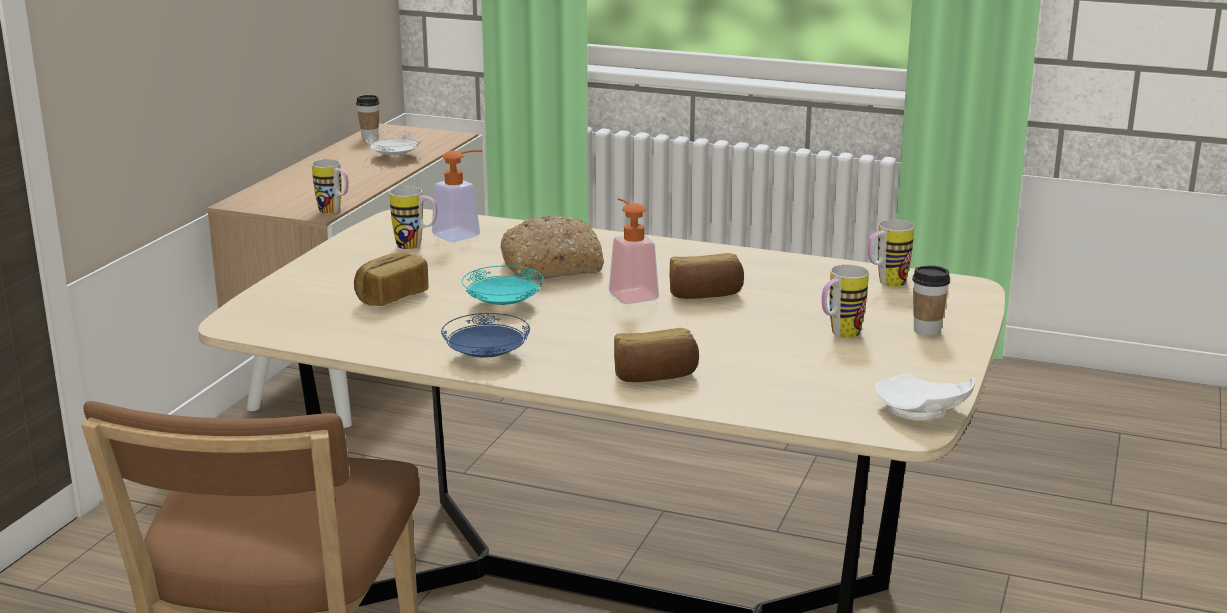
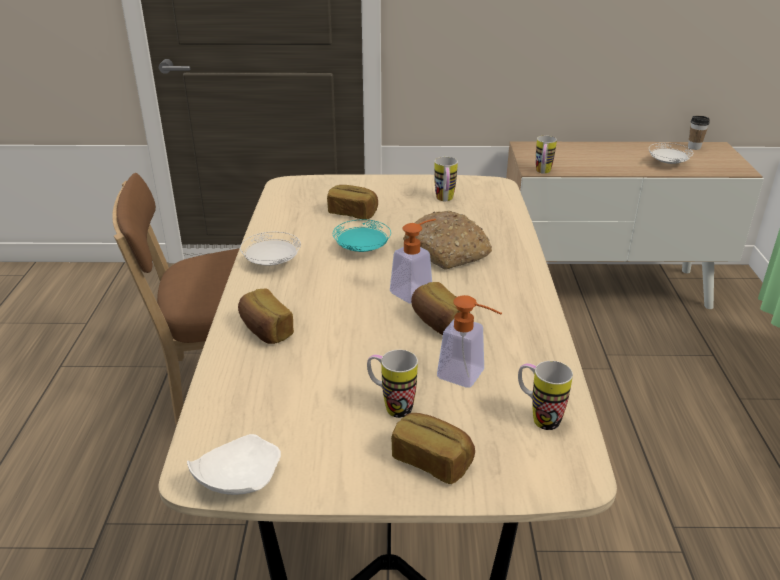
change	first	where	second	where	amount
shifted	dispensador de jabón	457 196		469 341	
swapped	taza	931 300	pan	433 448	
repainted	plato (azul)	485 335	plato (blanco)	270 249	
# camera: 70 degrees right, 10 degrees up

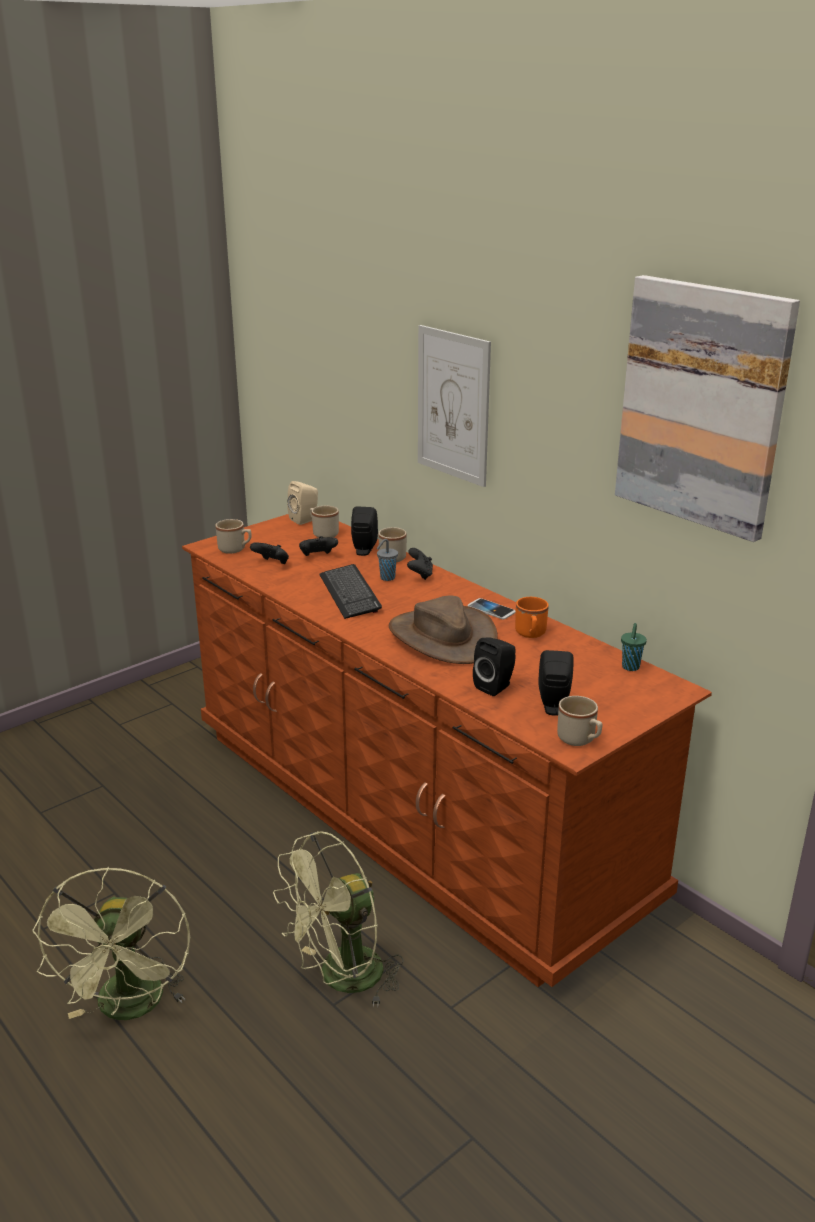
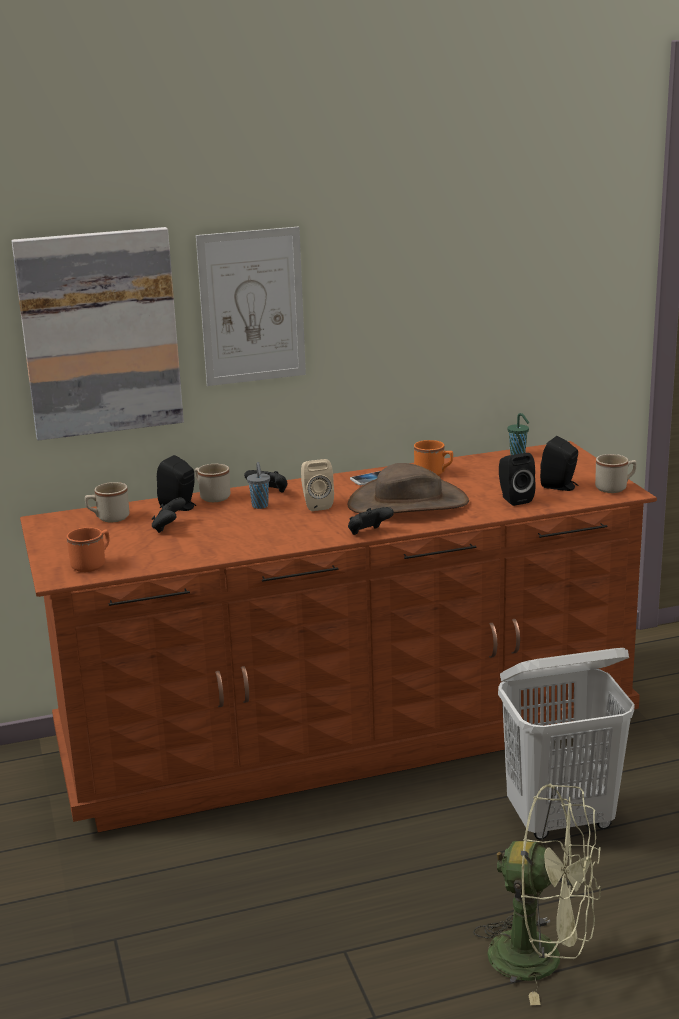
change	first	where	second	where	amount
gone	teclado	351 591			
shifted	mando de consola (negro)	269 553		371 521	
shifted	altavoz (beis)	302 503		317 485	
shifted	cuadro	707 408		97 333	
swapped	ventilador (verde)	338 919	cesto de la ropa (blanco)	566 743	
repainted	taza grande (beis)	233 536	taza grande (naranja)	88 549	
# camera: 65 degrees left, 5 degrees down

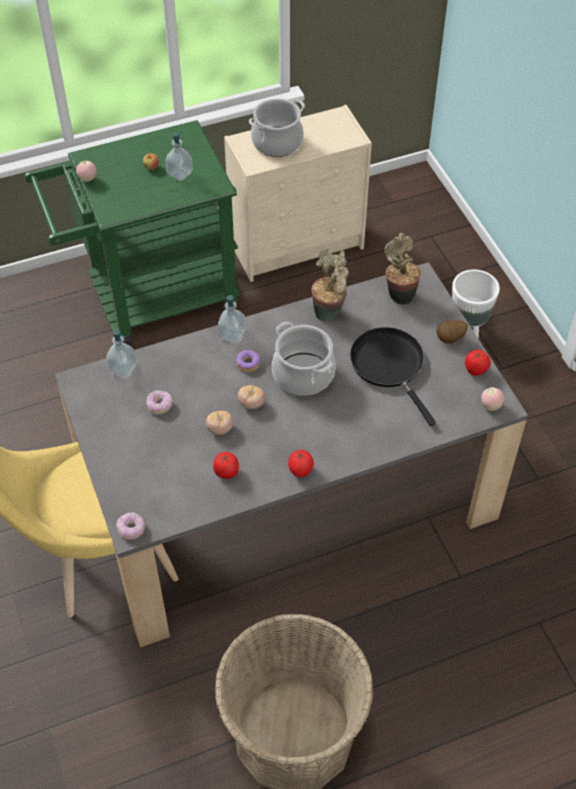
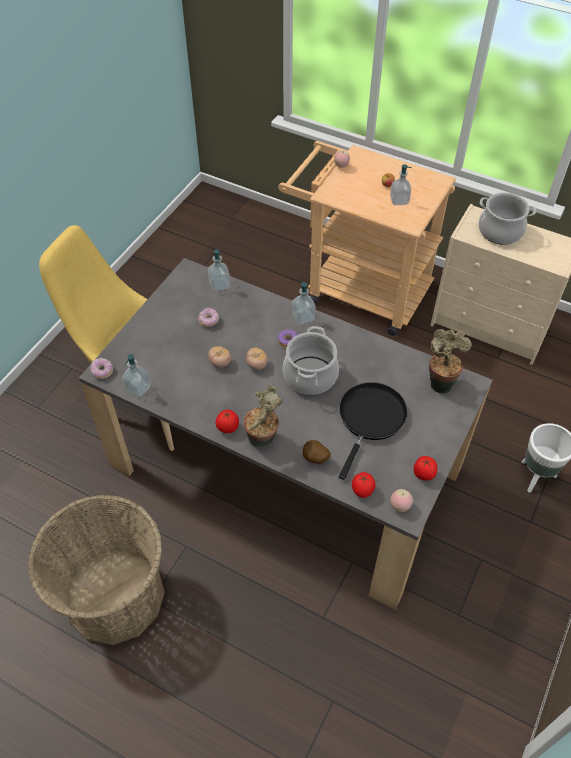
change	first	where	second	where	amount
new			dispensador de jabón	136 375	
shifted	tomate	226 465		364 485	
shifted	planta en maceta	330 285		263 416	
shifted	patata	451 332		317 452	
repainted	carrito (verde)	132 232	carrito (beis)	367 238	
# camera: 50 degrees right, 0 degrees up

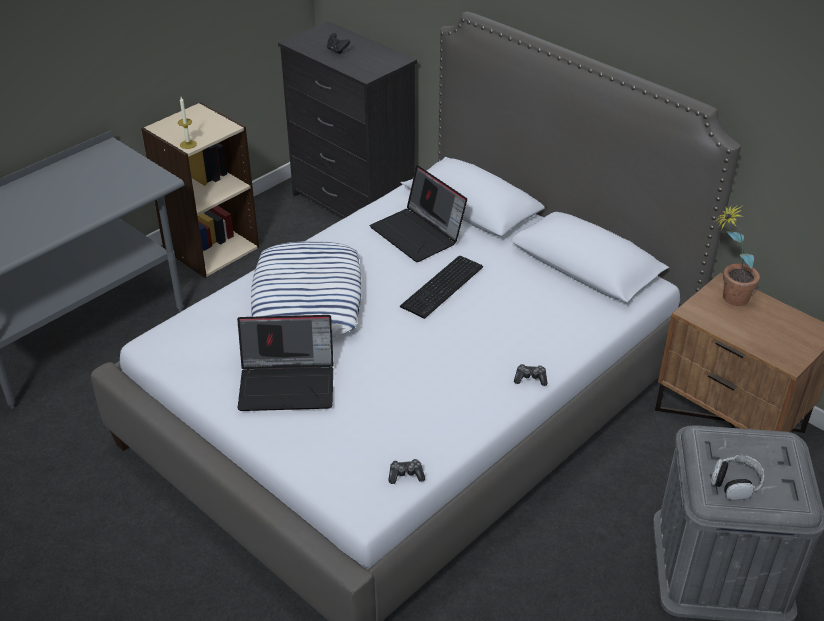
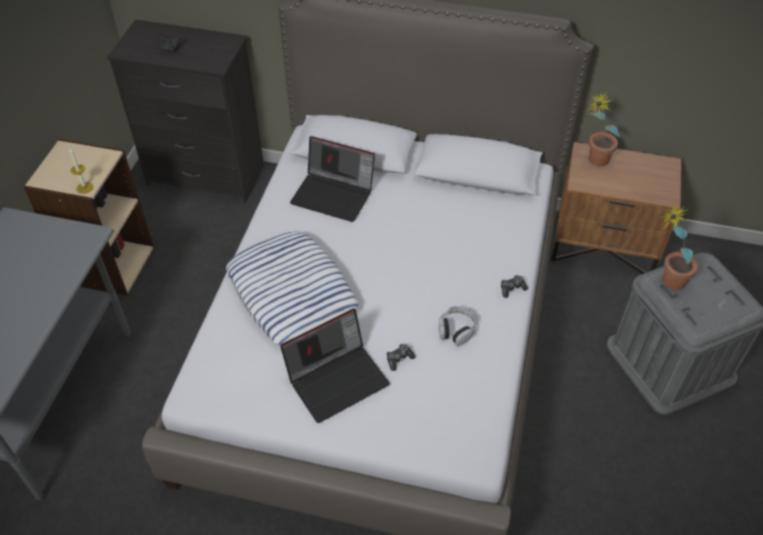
change	first	where	second	where	amount
gone	teclado	441 287			
new			planta en maceta	679 248	
shifted	mando de consola	407 471		401 357	
shifted	auriculares	737 477		457 326	
# camera: 30 degrees left, 10 degrees up

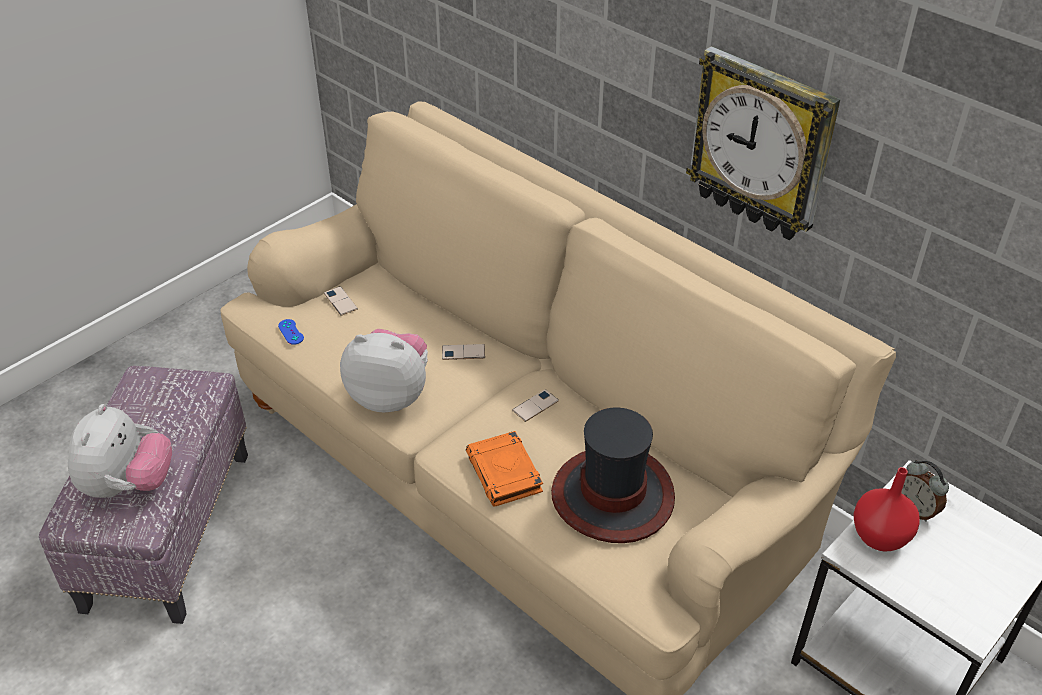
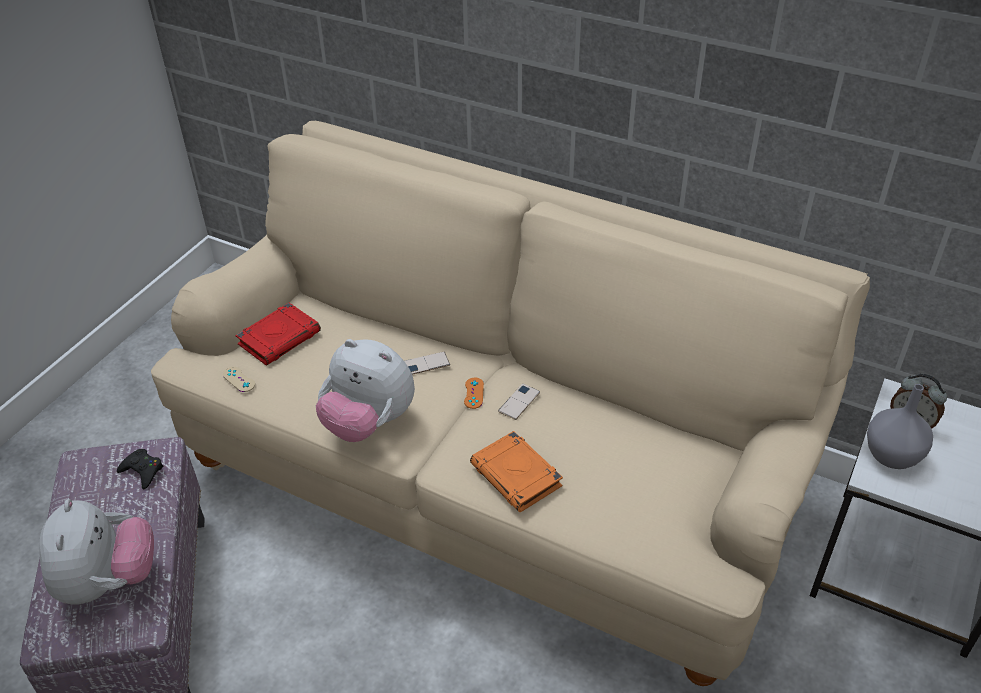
change	first	where	second	where	amount
gone	sombrero	613 475			
gone	reloj de pared	763 143			
new			mando de consola (negro)	140 469	
new			mando de consola (naranja)	474 393	
swapped	móvil	341 301	libro (rojo)	278 334	
repainted	mando de consola (azul)	291 332	mando de consola (beis)	239 379	
repainted	florero (rojo)	887 509	florero (gris)	900 426	
rotated	peluche	384 370		365 390	150 degrees counterclockwise
# camera: 15 degrees left, 0 degrees up

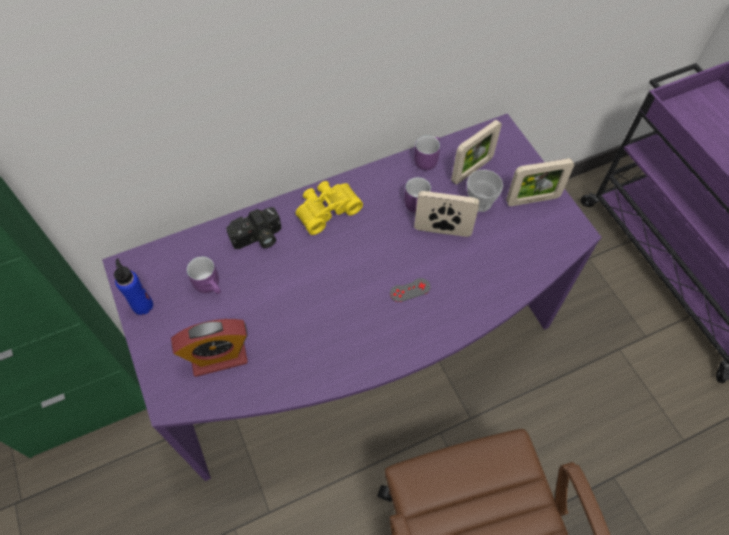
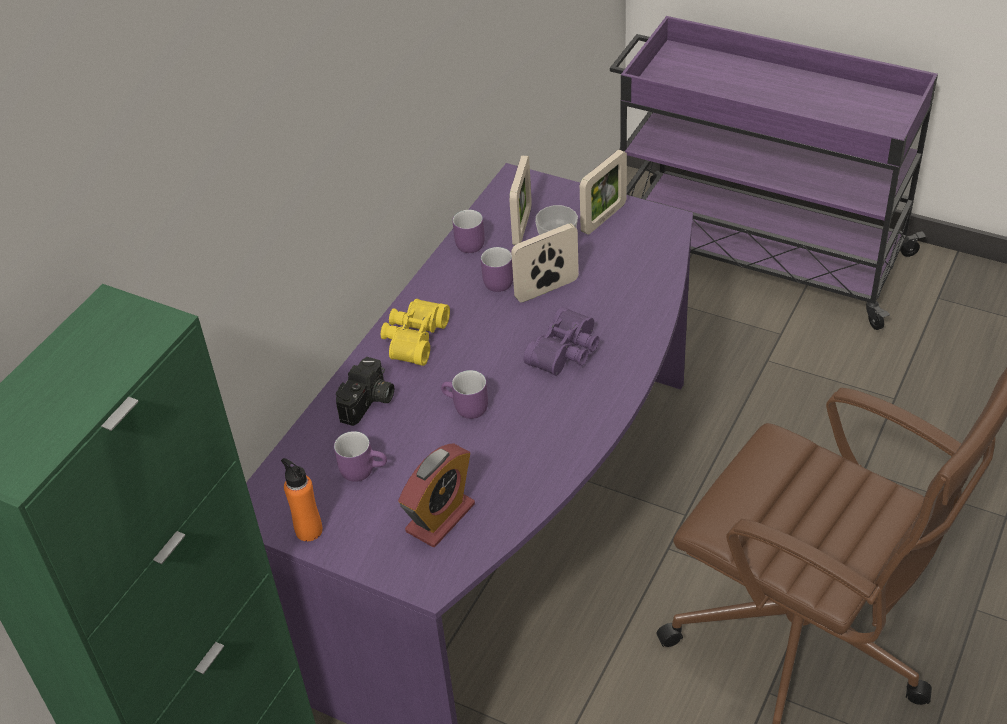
change	first	where	second	where	amount
new			taza grande (morado)	464 394	
swapped	mando de consola (gris)	410 290	prismáticos (morado)	561 341	
repainted	botella (azul)	133 287	botella (naranja)	302 499	
# camera: 35 degrees left, 15 degrees down

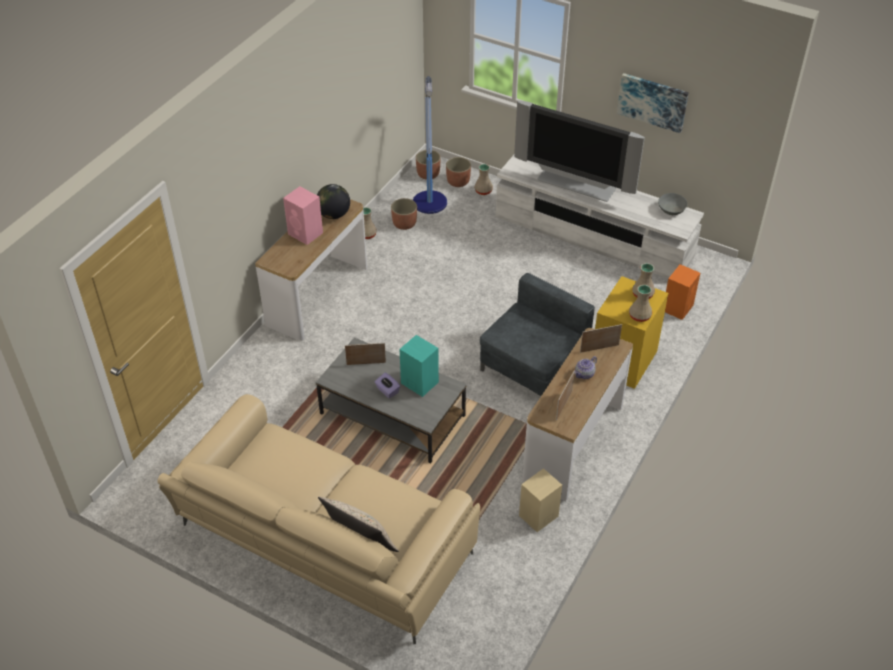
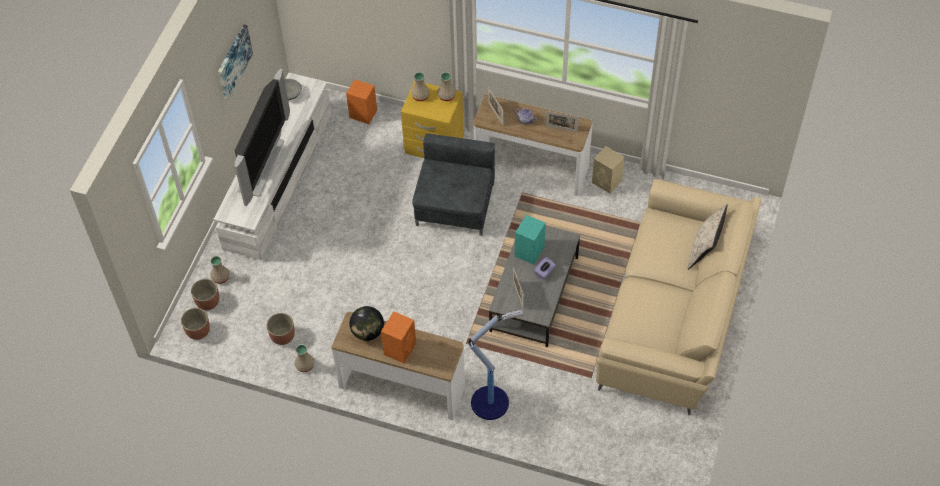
change	first	where	second	where	amount
shifted	lámpara de pie	430 145		496 364	
repainted	altavoz (rosa)	303 215	altavoz (naranja)	398 337	
rotated	sillón (gris)	537 334		453 184	75 degrees clockwise
# camera: 100 degrees left, 10 degrees up

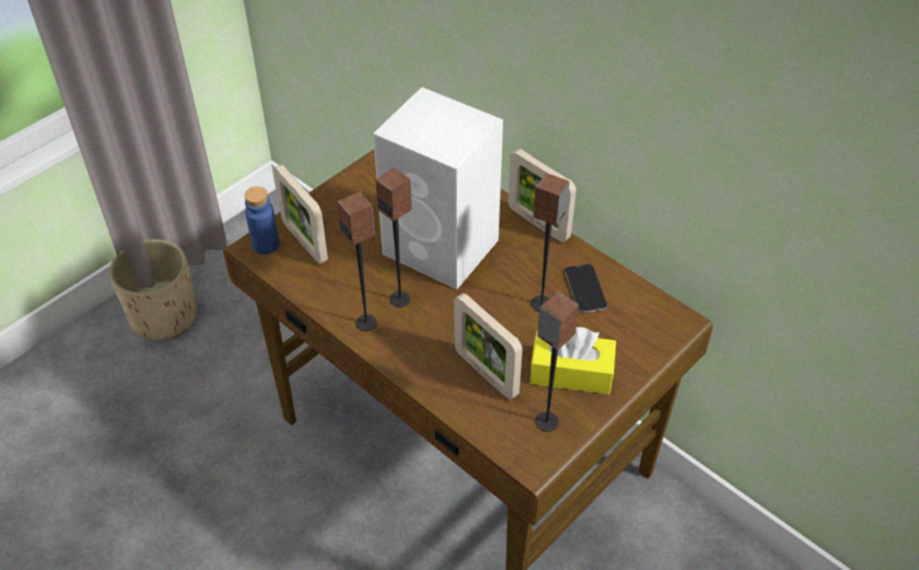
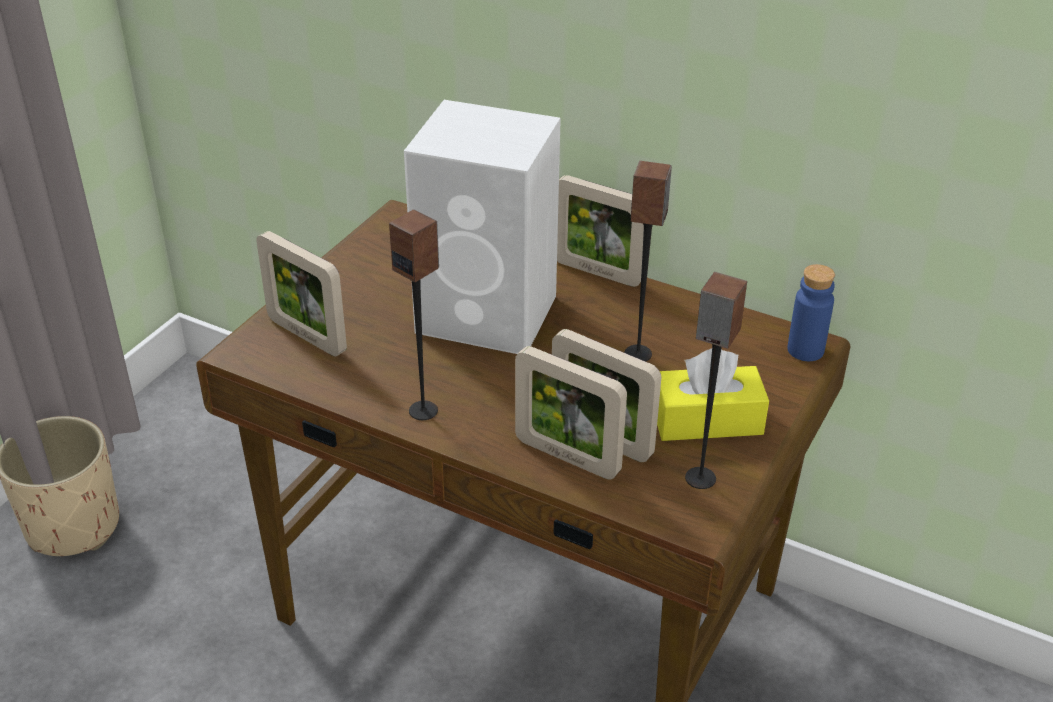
change	first	where	second	where	amount
gone	altavoz	393 237			
gone	móvil	586 288			
new			portarretratos	571 412	
shifted	botella (azul)	261 220		811 312	
# camera: 15 degrees left, 10 degrees down

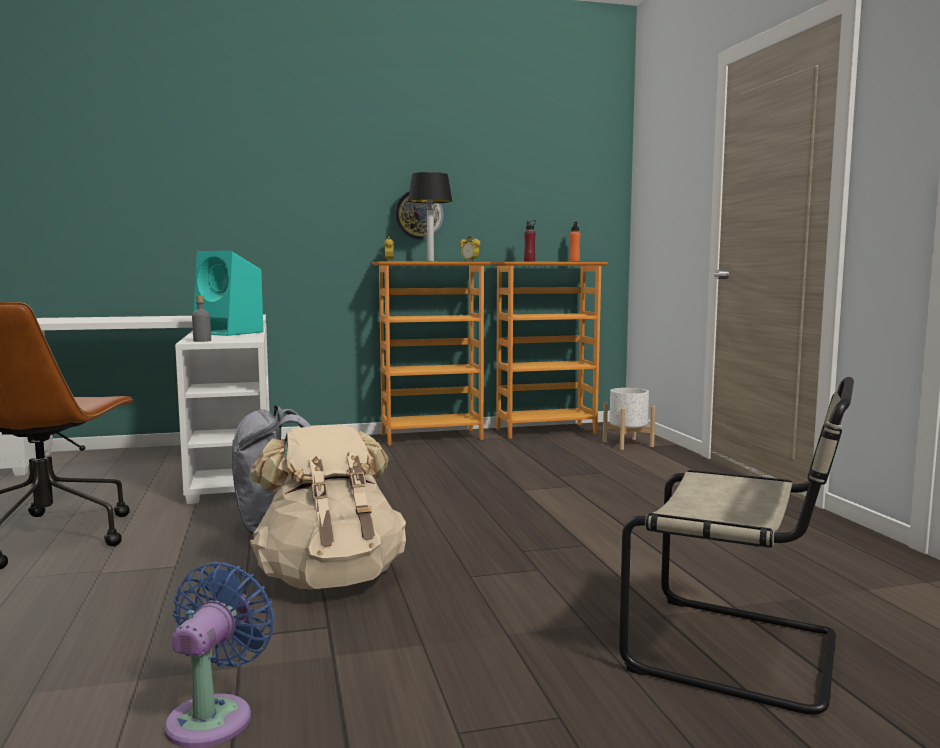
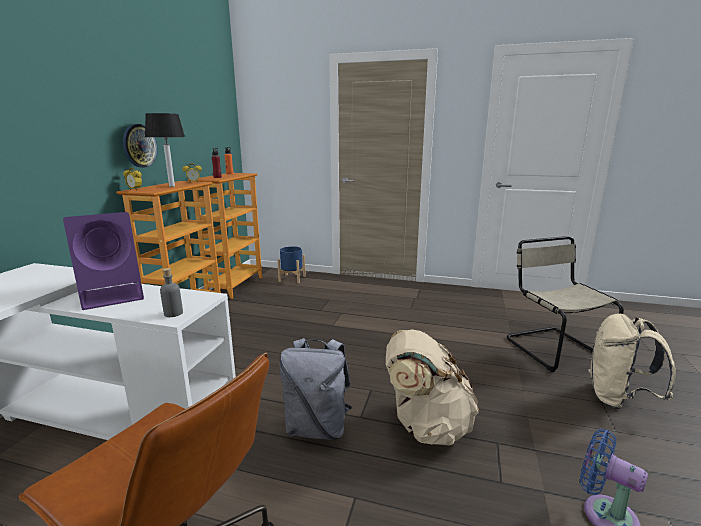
change	first	where	second	where	amount
new			mochila (beis)	632 361	
repainted	altavoz (turquesa)	229 293	altavoz (morado)	103 261	
repainted	maceta (blanco)	629 419	maceta (azul)	291 264	
rotated	silla (beis)	736 546		565 304	75 degrees counterclockwise
# camera: 60 degrees left, 10 degrees up

